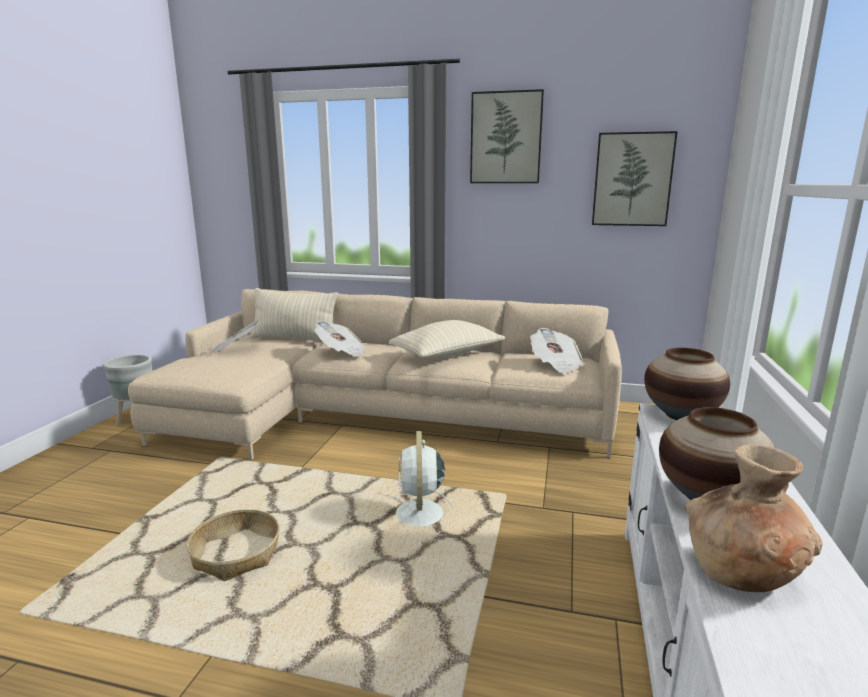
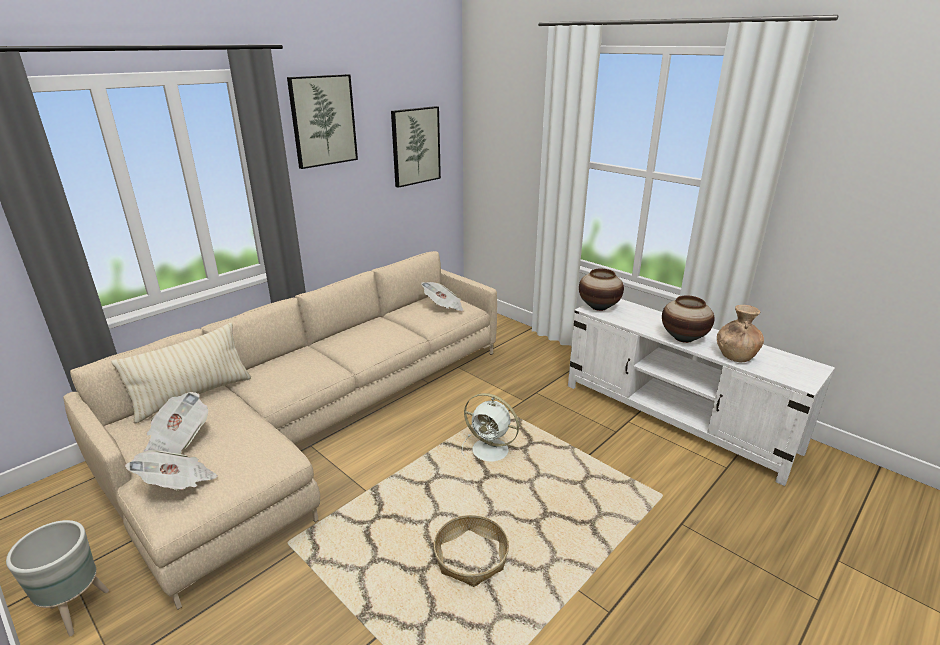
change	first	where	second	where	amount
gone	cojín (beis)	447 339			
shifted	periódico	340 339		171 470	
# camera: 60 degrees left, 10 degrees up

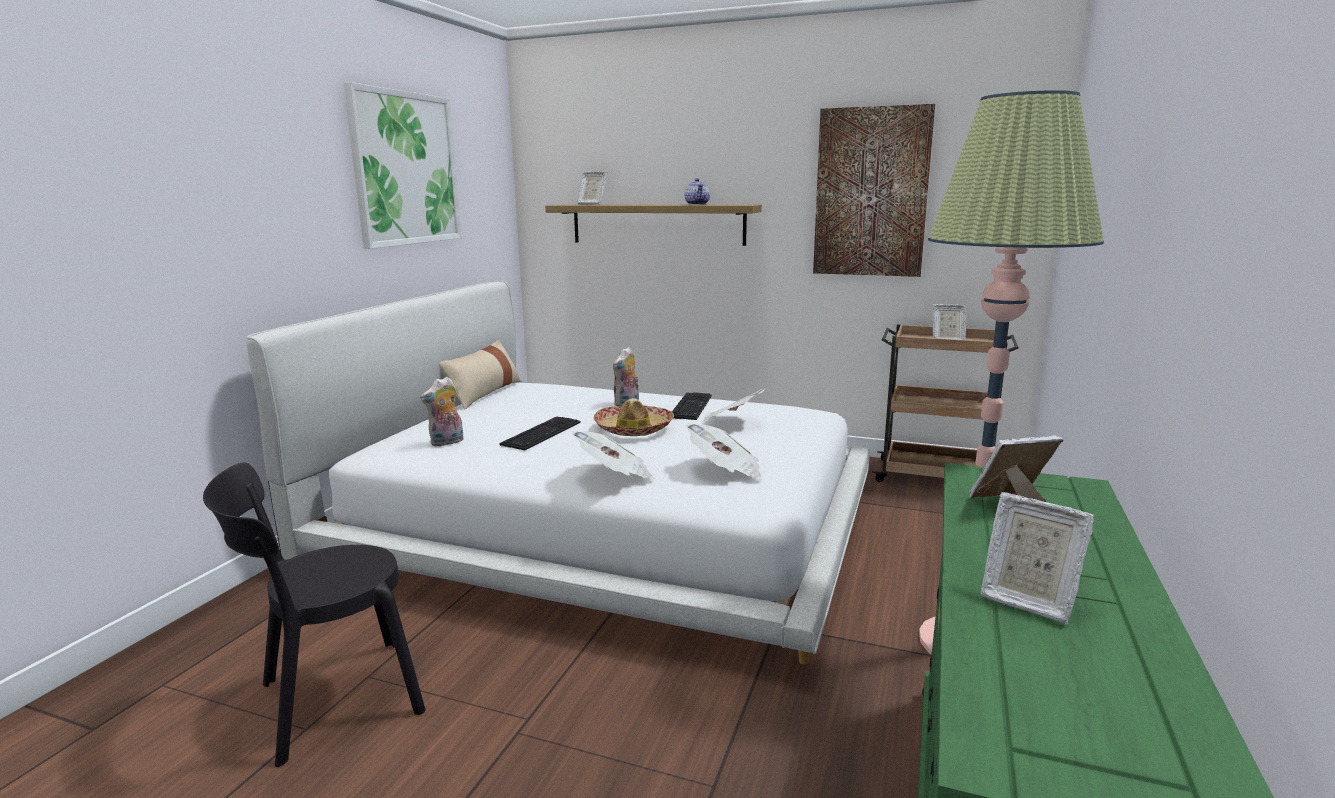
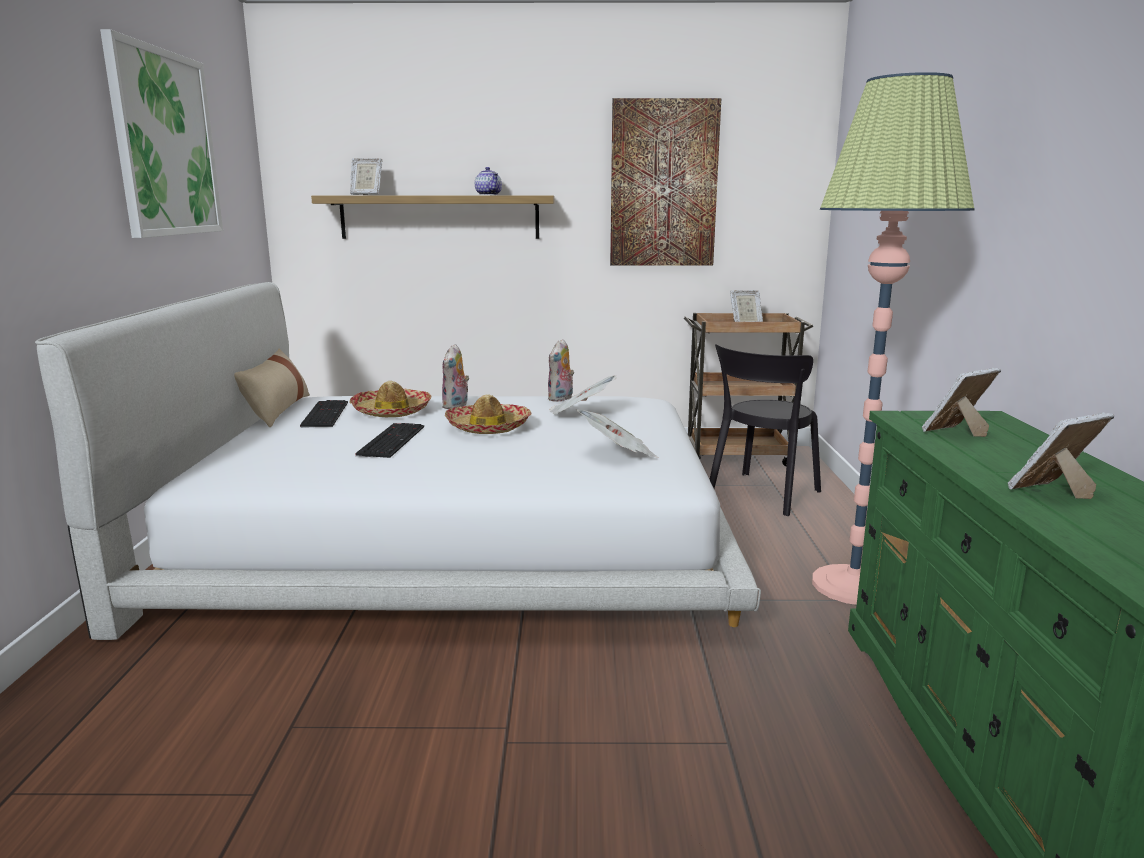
change	first	where	second	where	amount
gone	periódico	613 455			
new			sombrero	390 399	
shifted	silla (negro)	314 615		765 430	
shifted	peluche	442 412		561 370	
shifted	teclado	692 406		324 414	
rotated	portarretratos	1037 558		1061 455	135 degrees clockwise
# camera: 20 degrees left, 0 degrees up

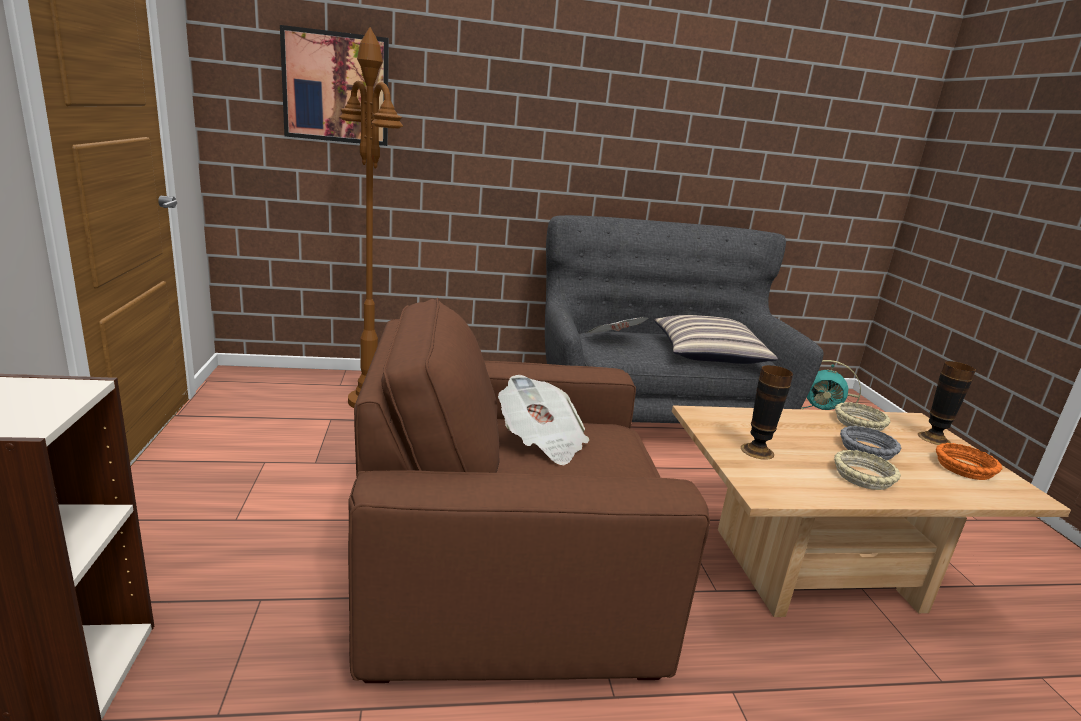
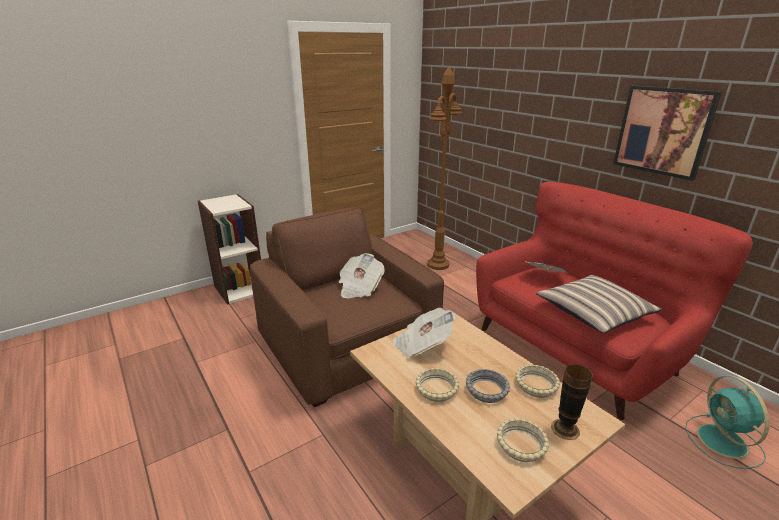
change	first	where	second	where	amount
shifted	cuadro	334 85		667 133	
swapped	florero	767 412	periódico	424 333	
repainted	sofá (gris)	684 319	sofá (rojo)	614 301	
repainted	cuenco (naranja)	969 461	cuenco (beis)	523 440	
# camera: 65 degrees right, 5 degrees up

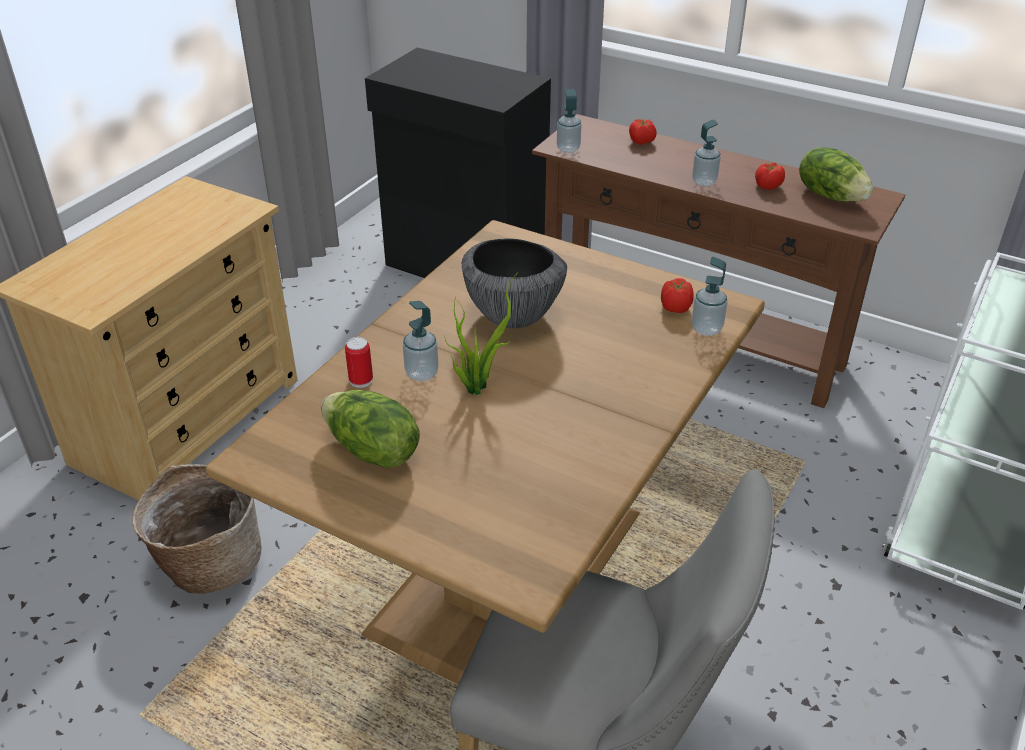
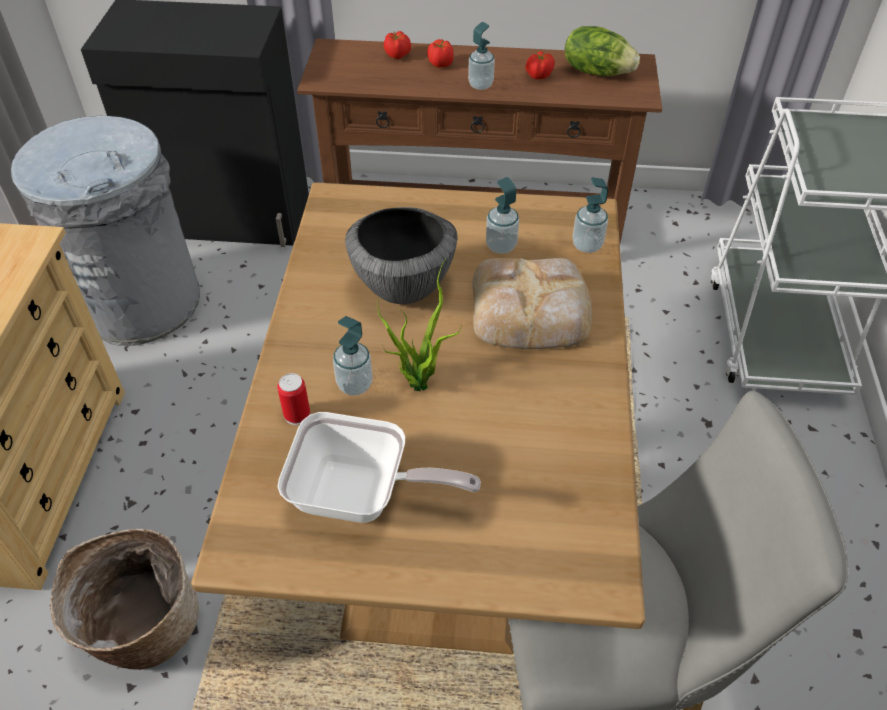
change	first	where	second	where	amount
new			papelera (gris)	105 231	
new			pan	532 303	
shifted	dispensador de jabón	569 121		502 215	
shifted	tomate	677 295		440 53	
swapped	lechuga	370 429	sartén	379 467	
# camera: 25 degrees left, 10 degrees up

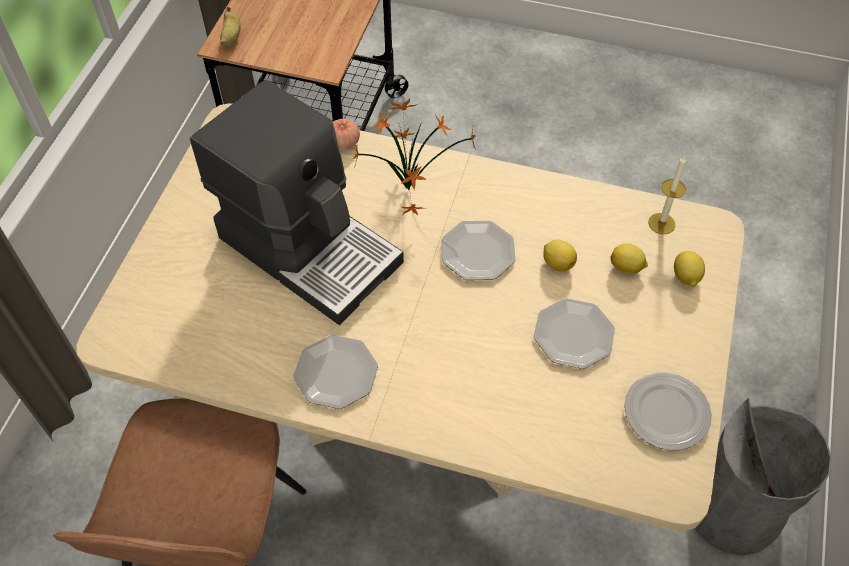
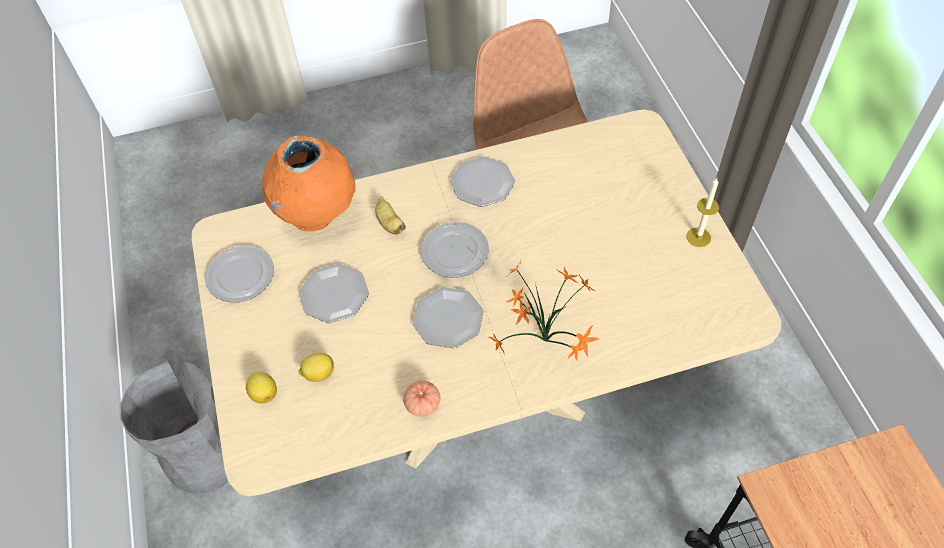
change	first	where	second	where	amount
gone	cafetera	297 202			
gone	limón	560 256			
new			florero (naranja)	309 183	
new			plato	455 250	
shifted	plátano	230 26		390 215	
shifted	tomate	346 134		421 399	
shifted	vela	667 195		703 212	
# camera: 150 degrees right, 0 degrees up

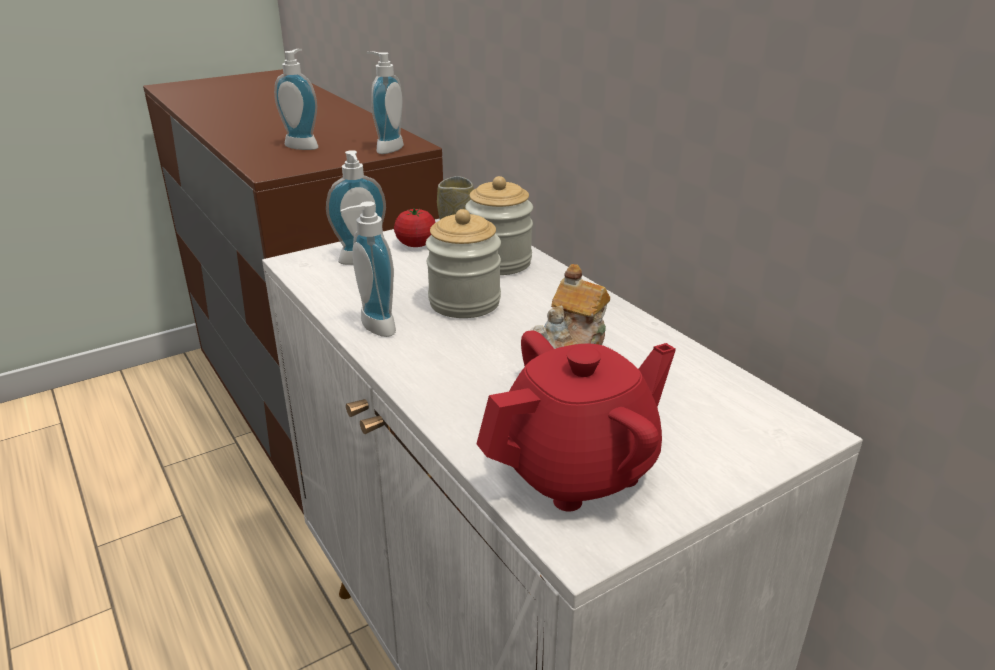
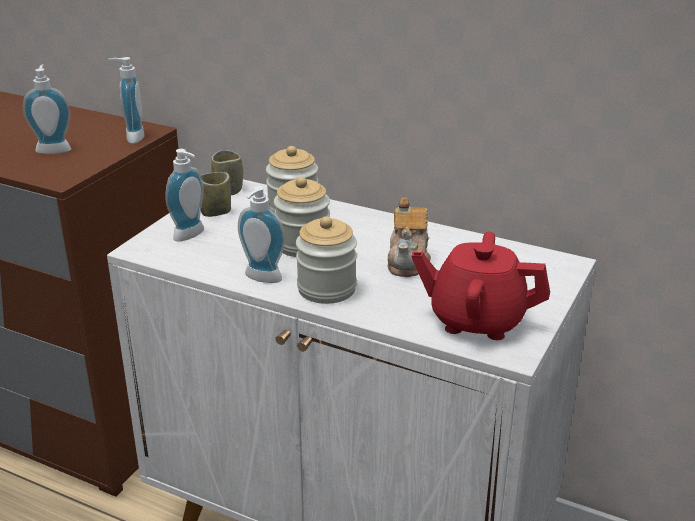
change	first	where	second	where	amount
new			tarro	326 260	
swapped	tomate	415 227	taza	216 194	
rotated	tetera (rojo)	576 421		481 286	105 degrees counterclockwise
# camera: 30 degrees left, 0 degrees up

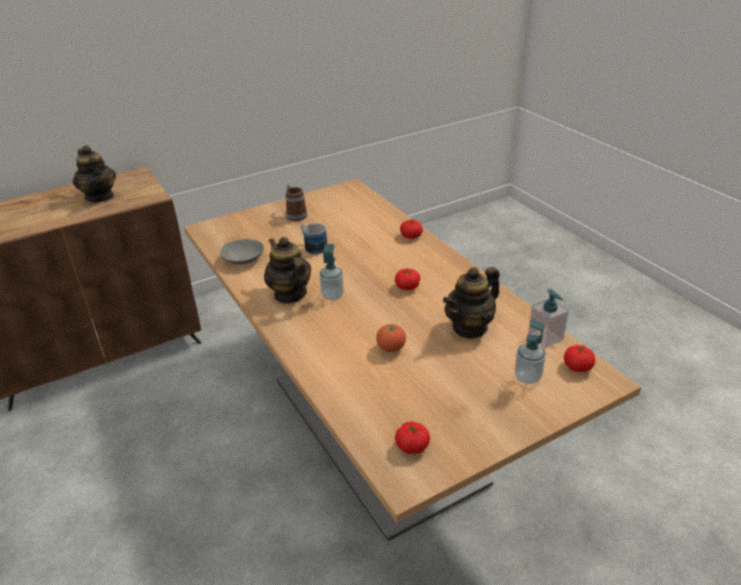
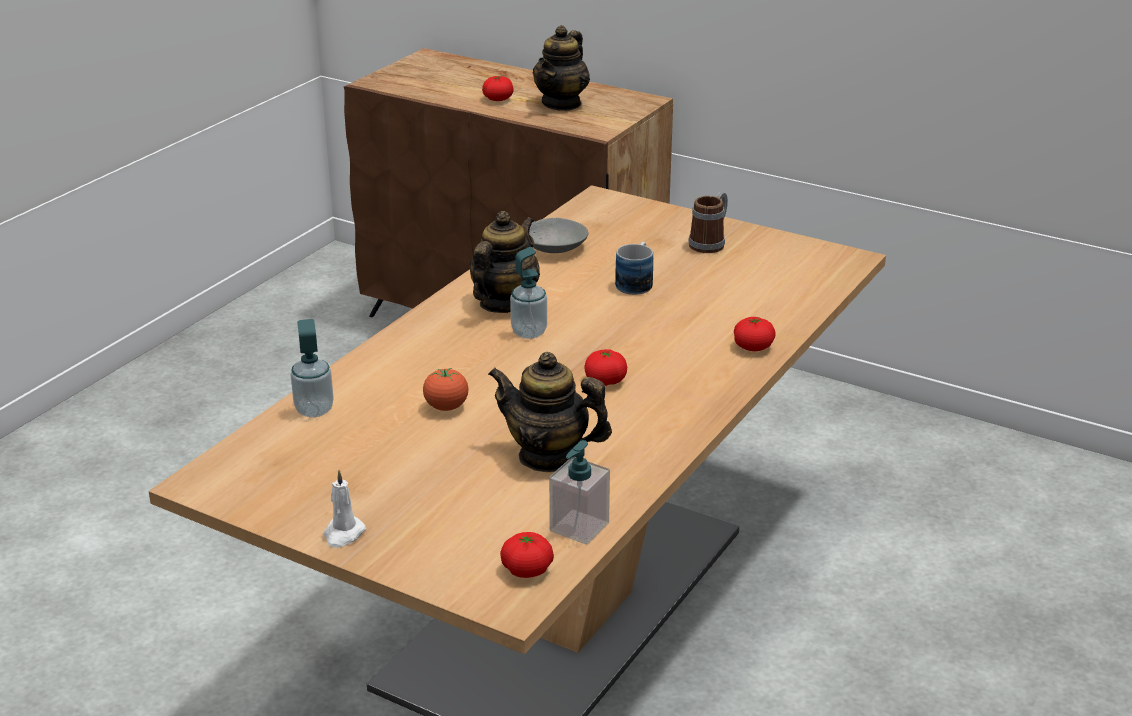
change	first	where	second	where	amount
new			vela (blanco)	345 509	
shifted	tomate	412 437		498 88	
shifted	dispensador de jabón	530 351		312 368	
# camera: 60 degrees right, 5 degrees down

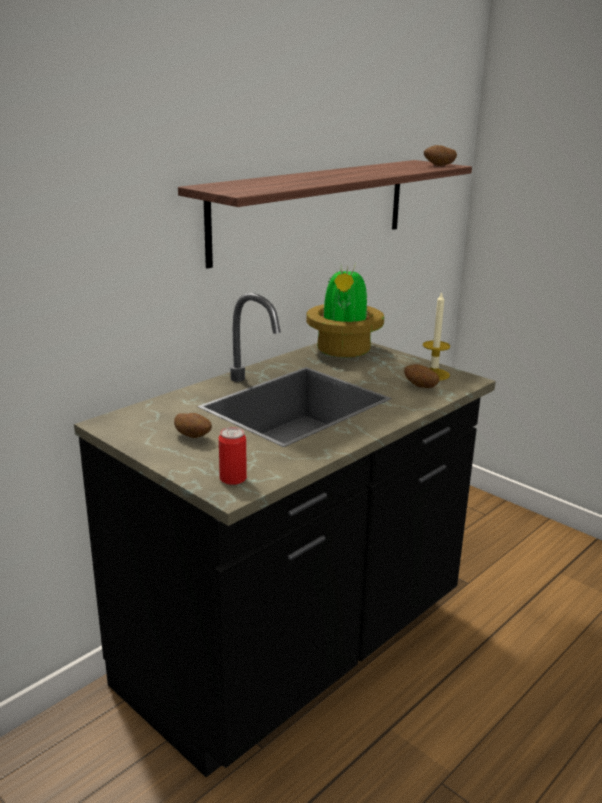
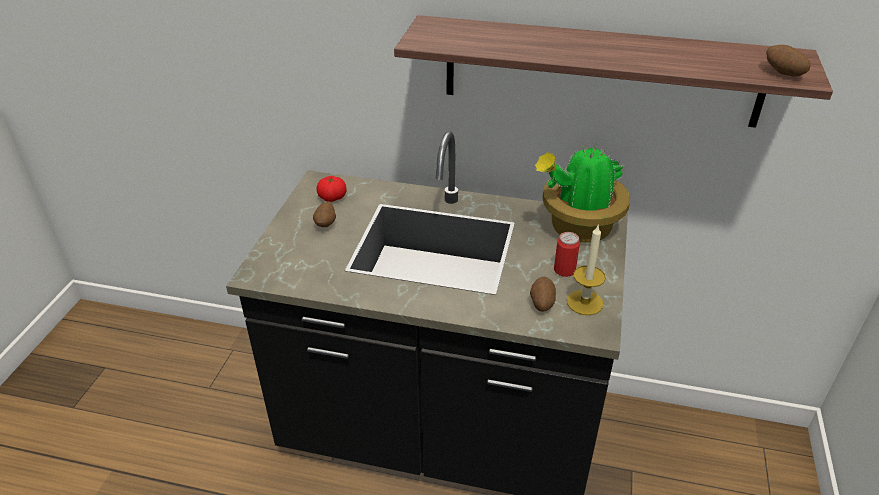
change	first	where	second	where	amount
new			tomate	332 189	
shifted	lata	233 456		567 254	
# camera: 60 degrees right, 15 degrees up

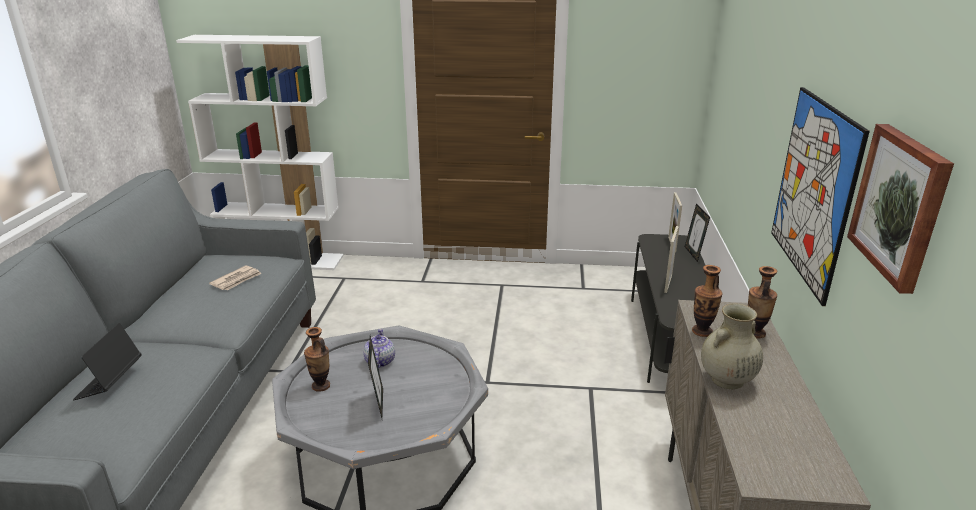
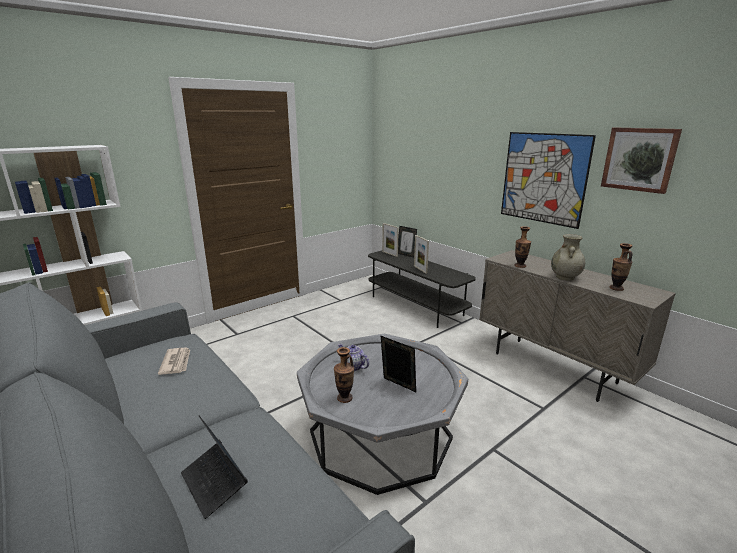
change	first	where	second	where	amount
shifted	florero	762 302		621 267	
# camera: 45 degrees left, 5 degrees down

